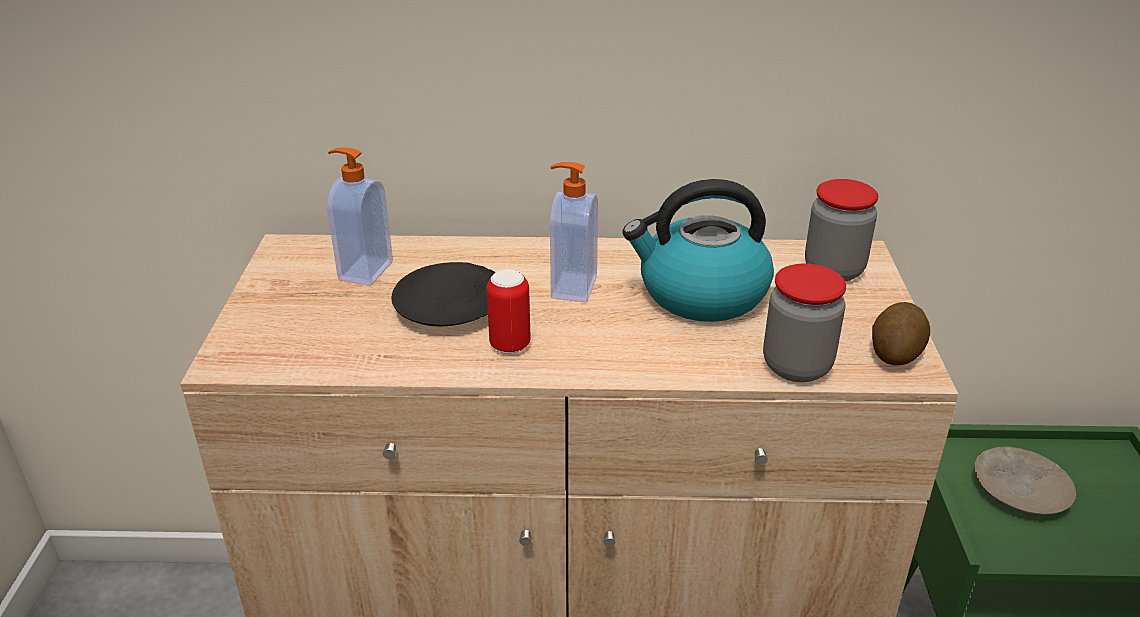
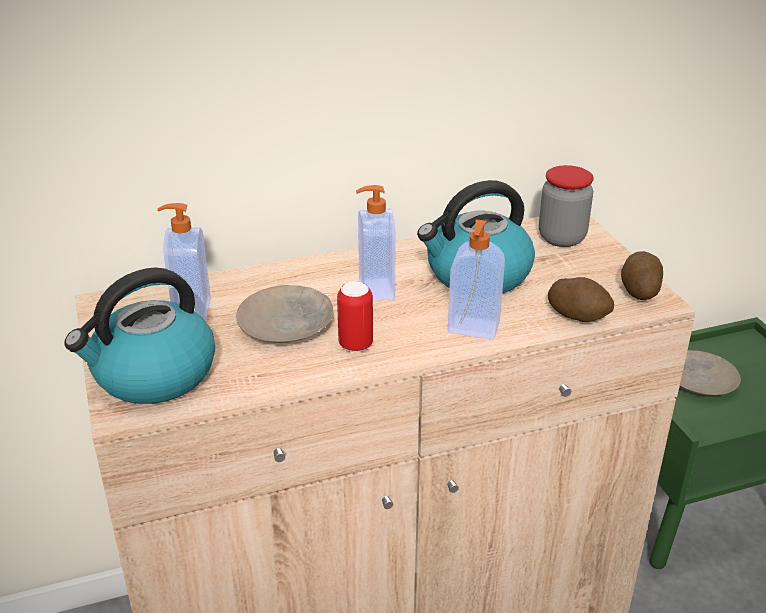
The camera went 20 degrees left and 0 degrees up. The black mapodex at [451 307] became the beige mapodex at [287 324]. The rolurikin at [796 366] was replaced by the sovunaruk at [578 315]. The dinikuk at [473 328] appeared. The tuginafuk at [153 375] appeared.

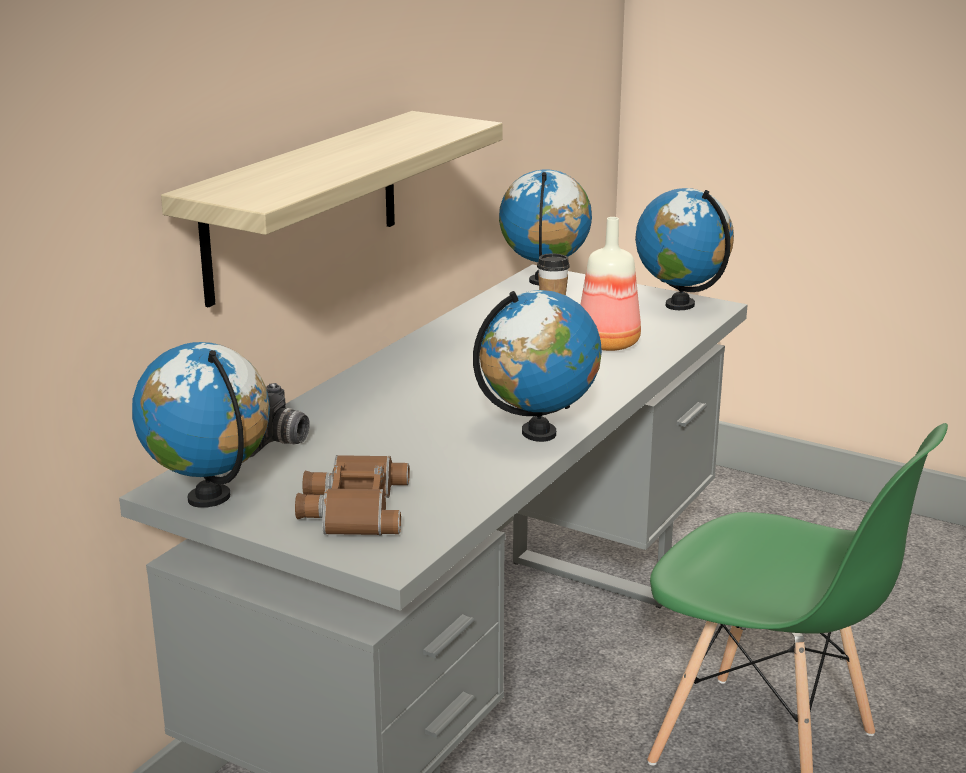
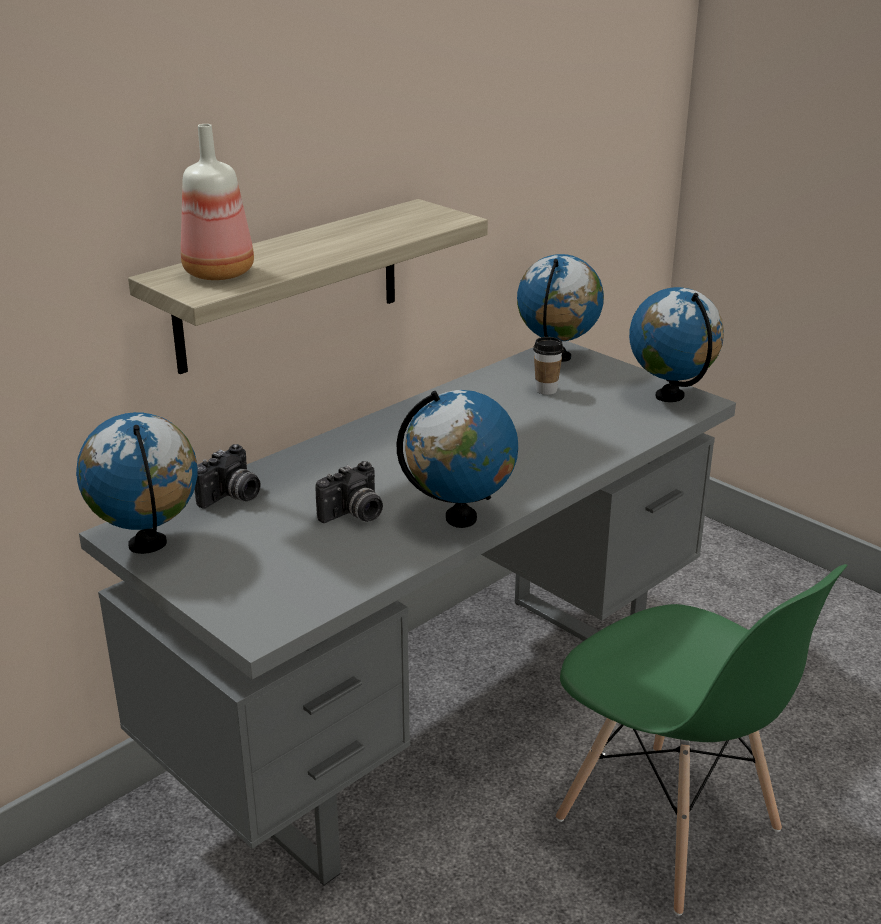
The camera went 15 degrees right and 5 degrees up. The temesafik moved from [607 343] to [219 272]. The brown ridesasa at [352 507] disappeared. The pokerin at [354 515] appeared.

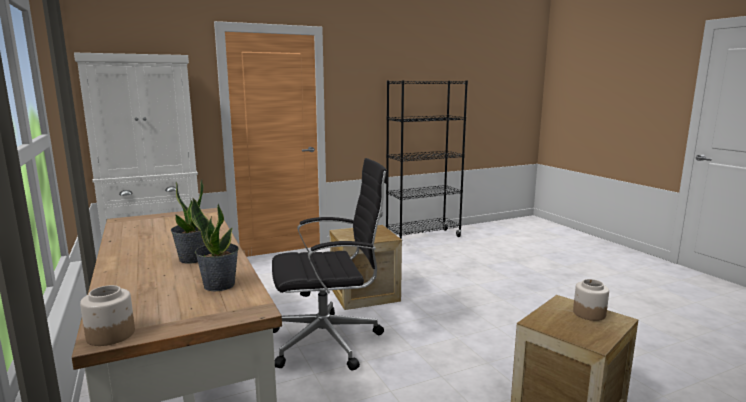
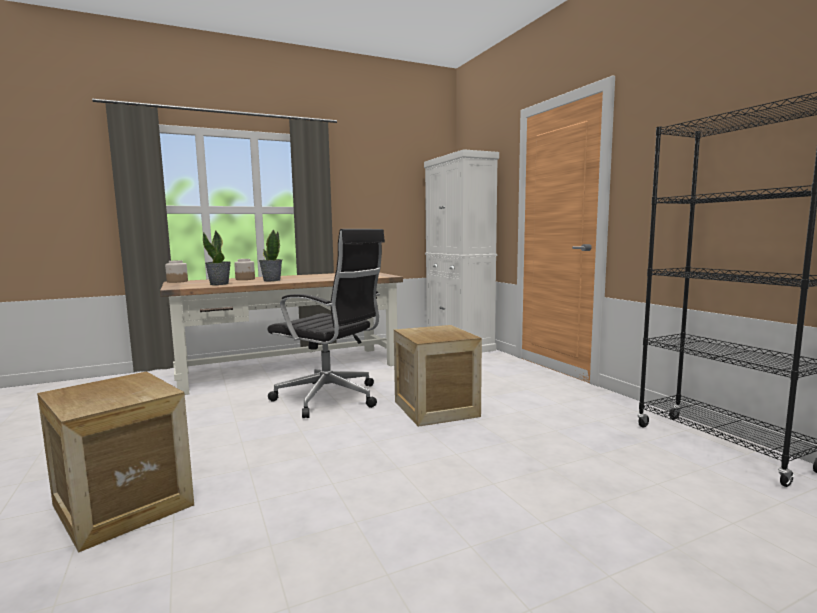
The camera went 90 degrees right and 5 degrees down. The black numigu at [329 341] turned 45 degrees counterclockwise. The rolurikin moved from [589 313] to [245 279].

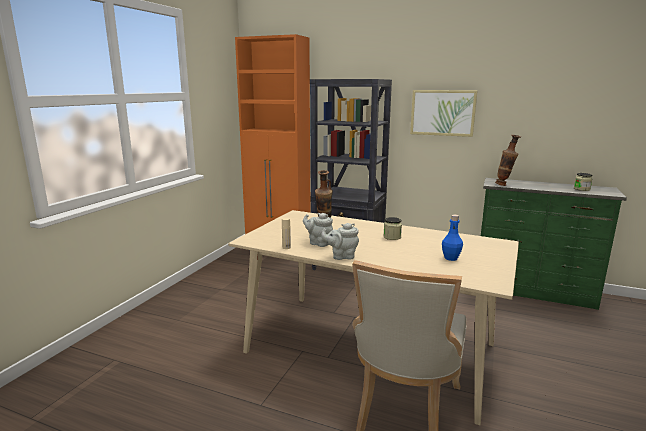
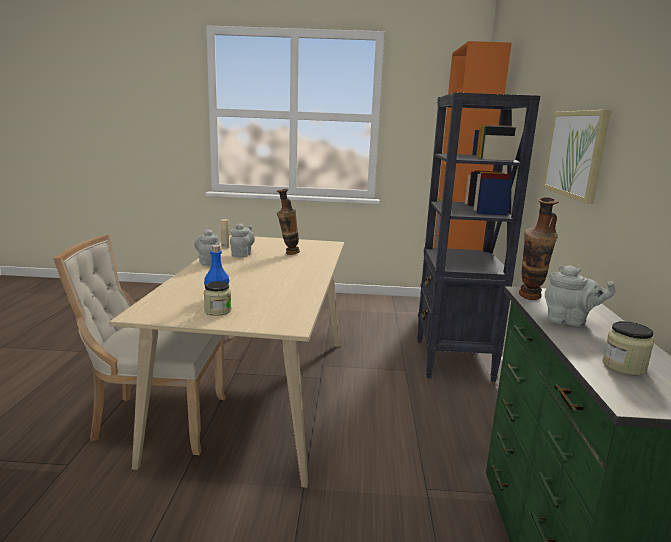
The camera went 70 degrees right and 0 degrees up. The rolurikin moved from [392 237] to [218 311]. The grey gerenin at [570 321] appeared.

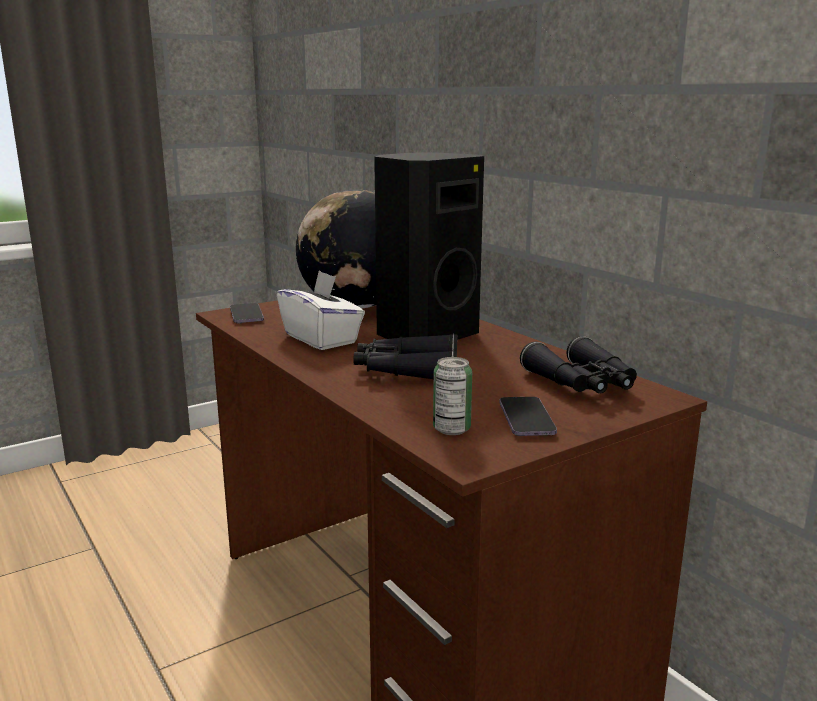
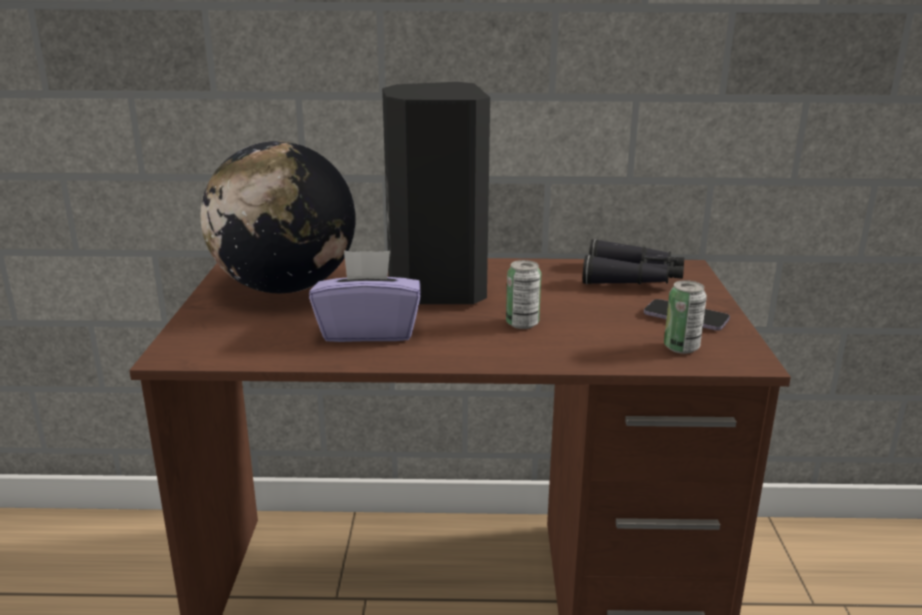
The camera went 55 degrees left and 5 degrees up. The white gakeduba at [321 339] became the purple gakeduba at [369 331]. The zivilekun at [246 315] disappeared. The black ridesasa at [406 371] was replaced by the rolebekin at [522 323].

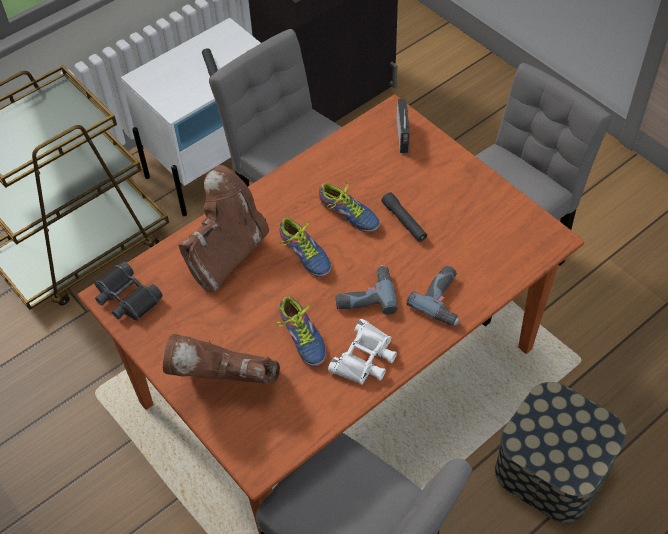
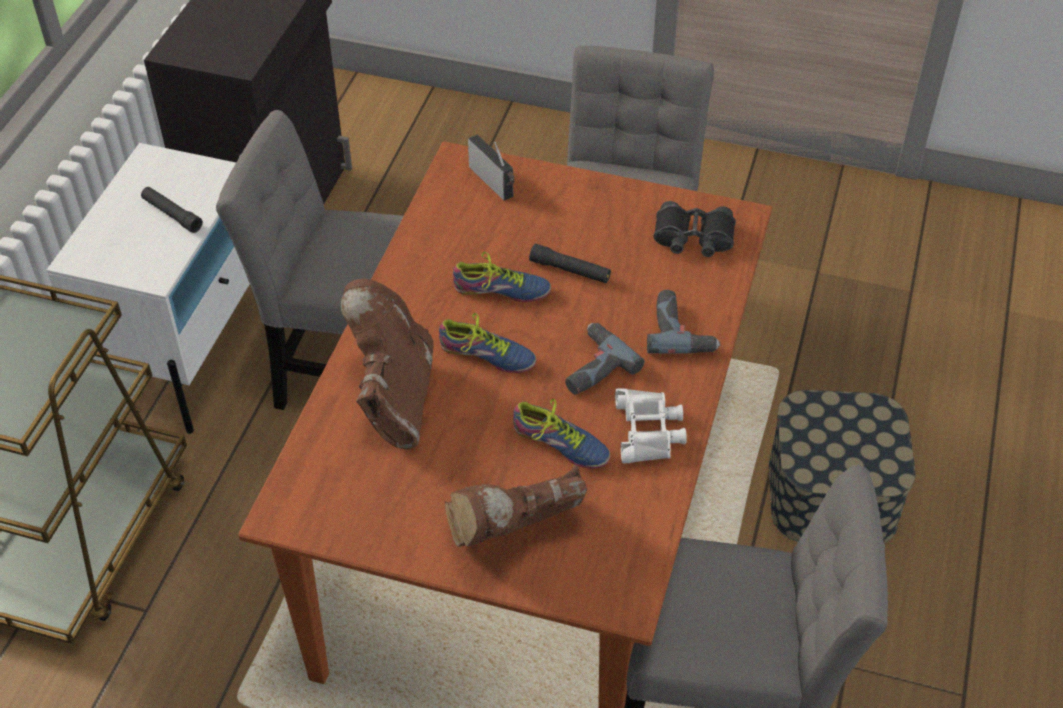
The camera went 35 degrees left and 5 degrees down. The black ridesasa moved from [127 298] to [693 238].

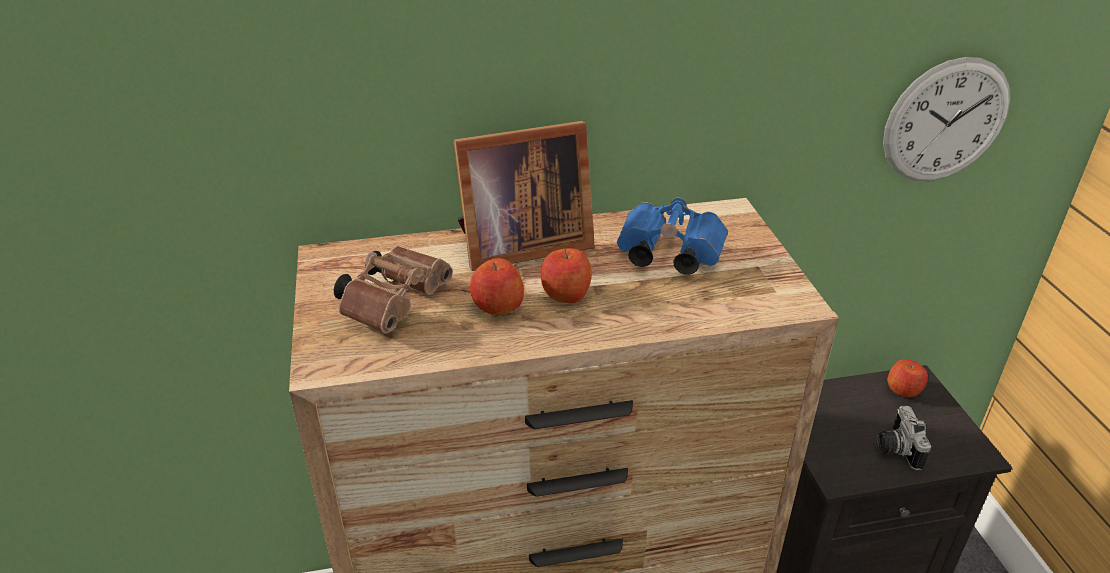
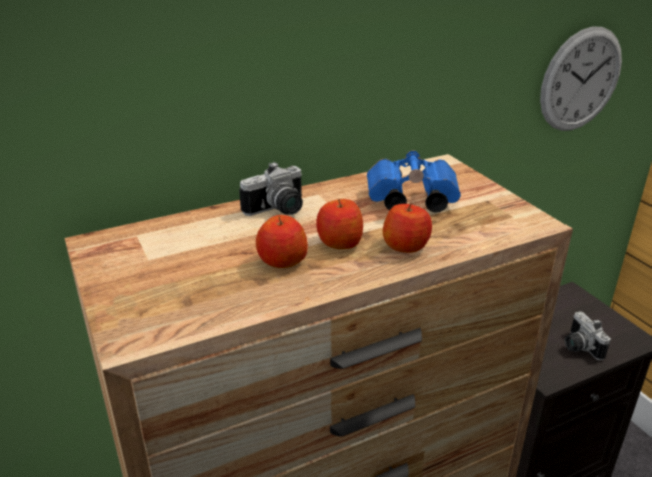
The camera went 15 degrees left and 5 degrees down. The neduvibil at [519 245] was replaced by the pokerin at [278 210]. The brown ridesasa at [396 302] disappeared. The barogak moved from [903 389] to [406 246].

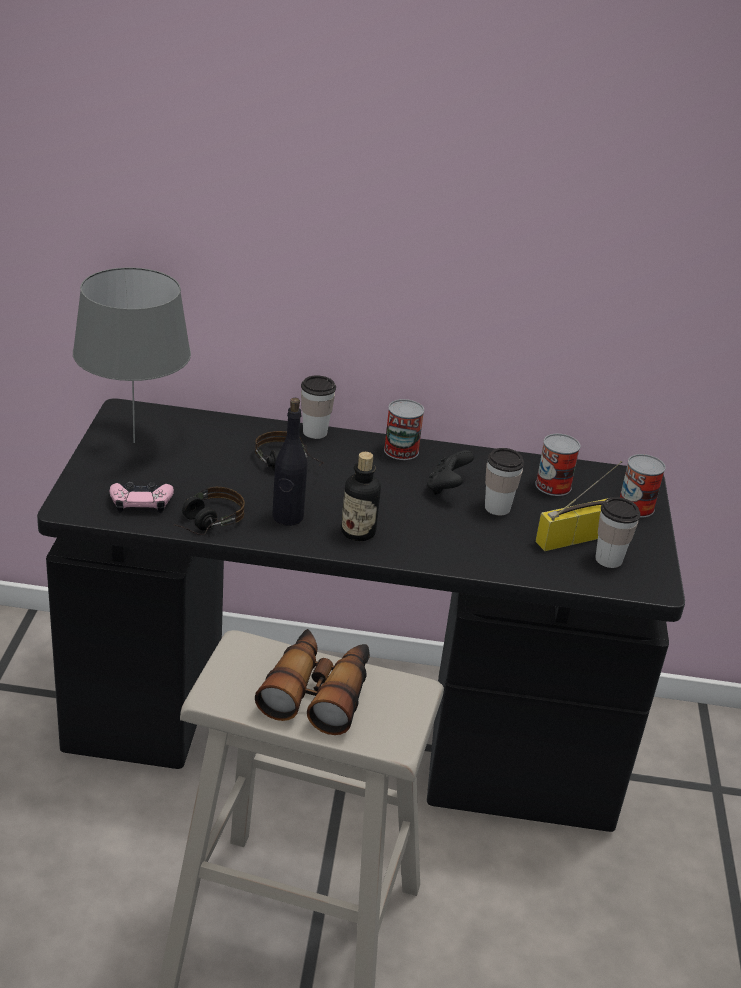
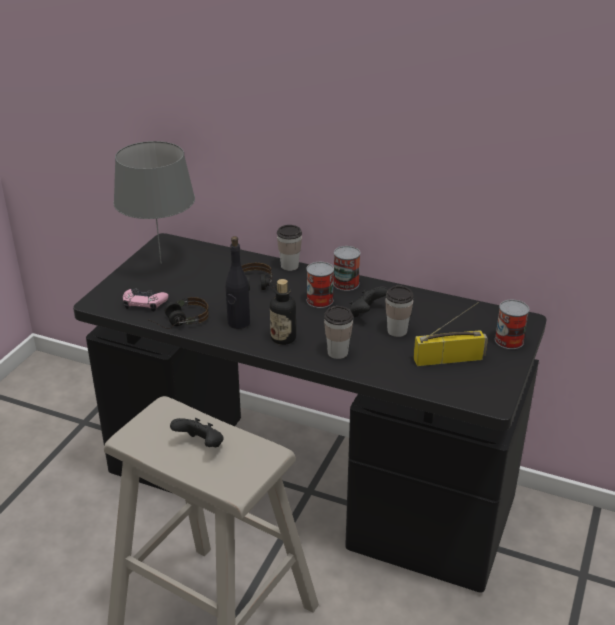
The camera went 20 degrees right and 0 degrees up. The rolebekin moved from [553 486] to [319 300]. The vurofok moved from [608 559] to [337 352]. The ridesasa at [318 691] was replaced by the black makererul at [201 445].

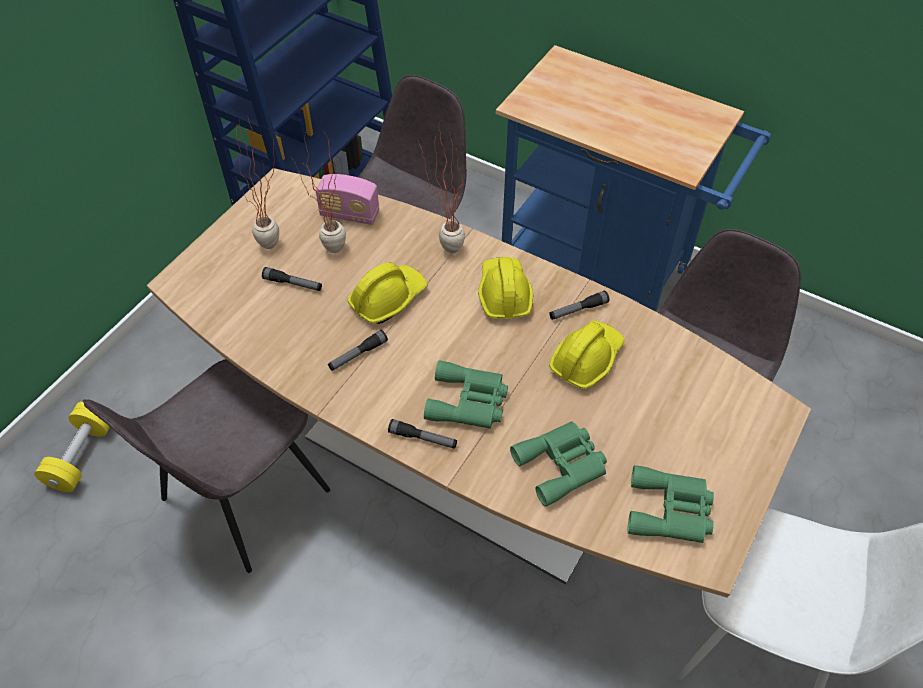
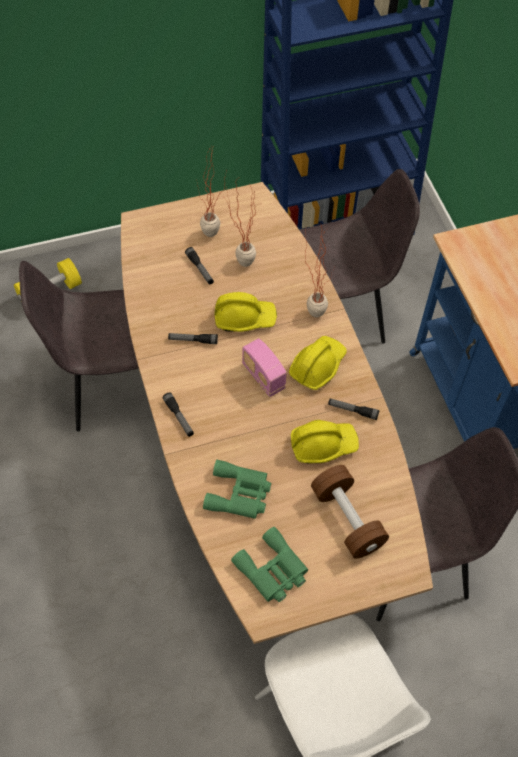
The camera went 40 degrees right and 5 degrees up. The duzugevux moved from [349 214] to [263 376]. The green ridesasa at [469 402] disappeared. The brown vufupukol at [347 519] appeared.

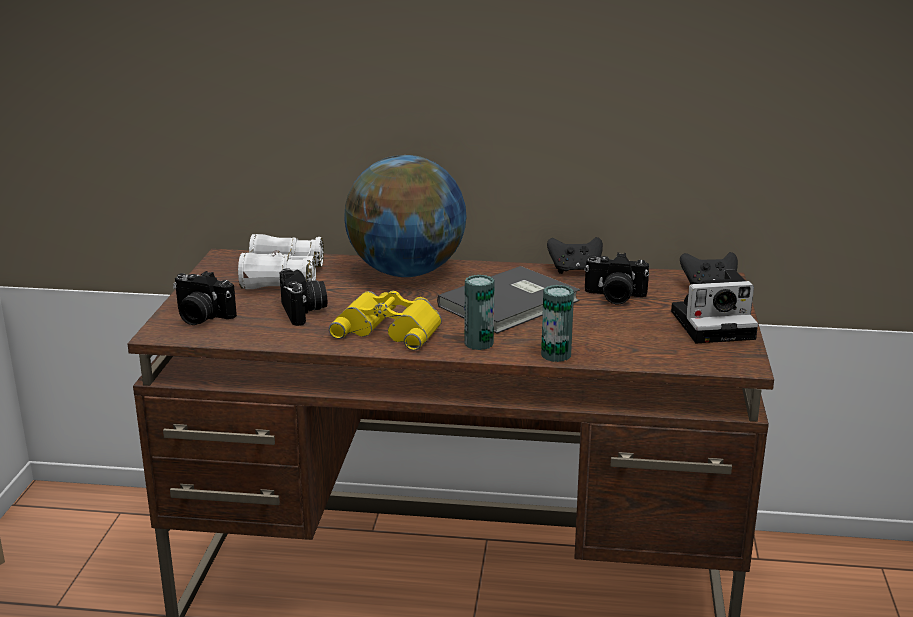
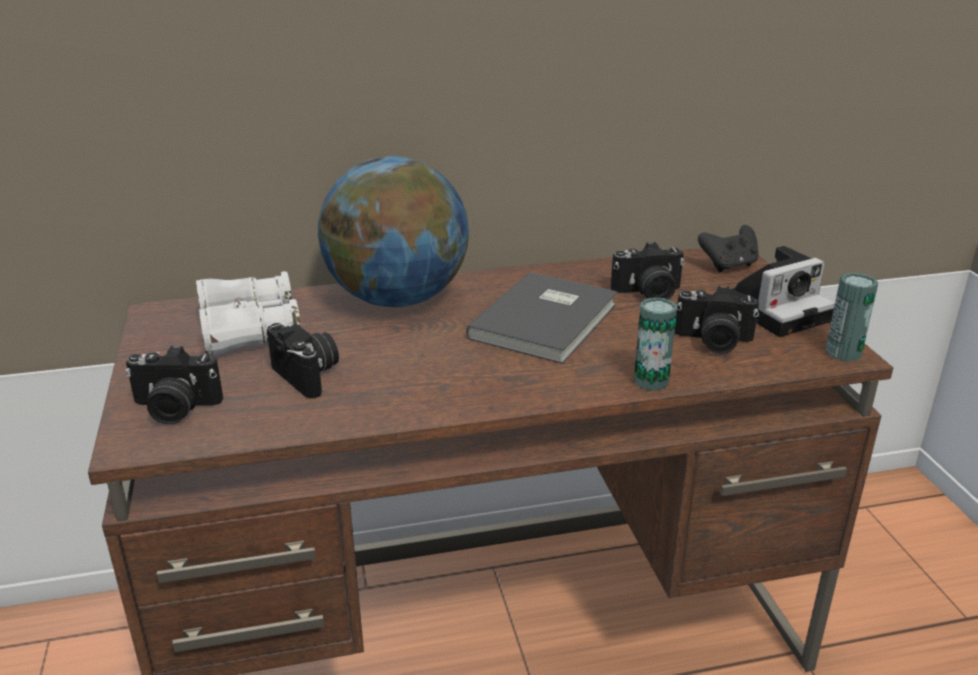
The camera went 20 degrees left and 5 degrees up. The black makererul at [575 270] disappeared. The rolebekin moved from [479 343] to [843 353]. The yellow ridesasa at [390 328] disappeared. The pokerin at [713 342] appeared.

